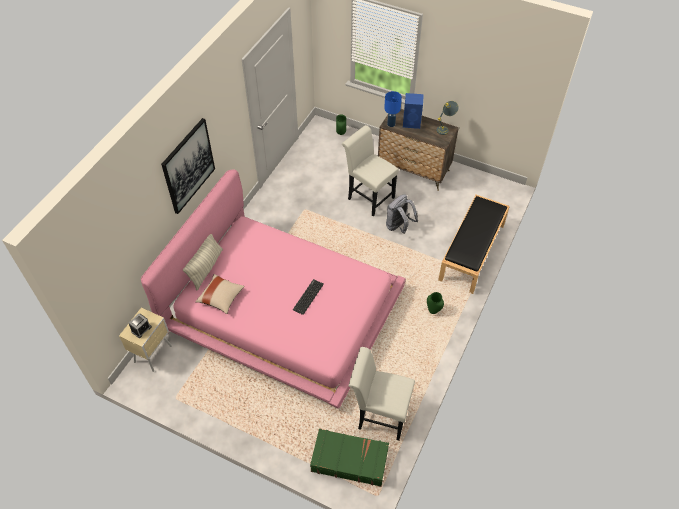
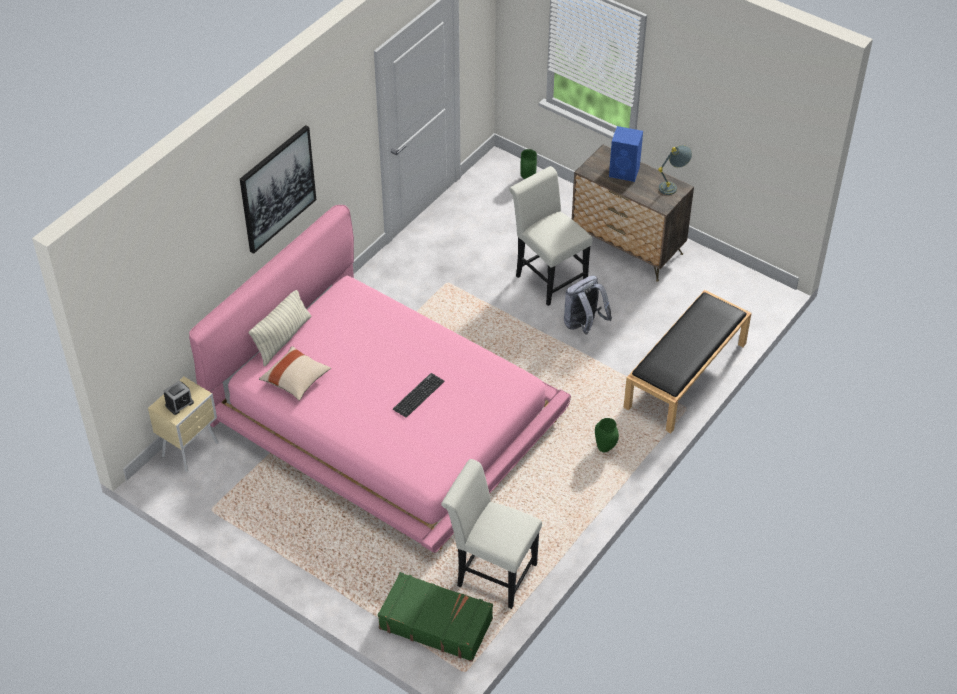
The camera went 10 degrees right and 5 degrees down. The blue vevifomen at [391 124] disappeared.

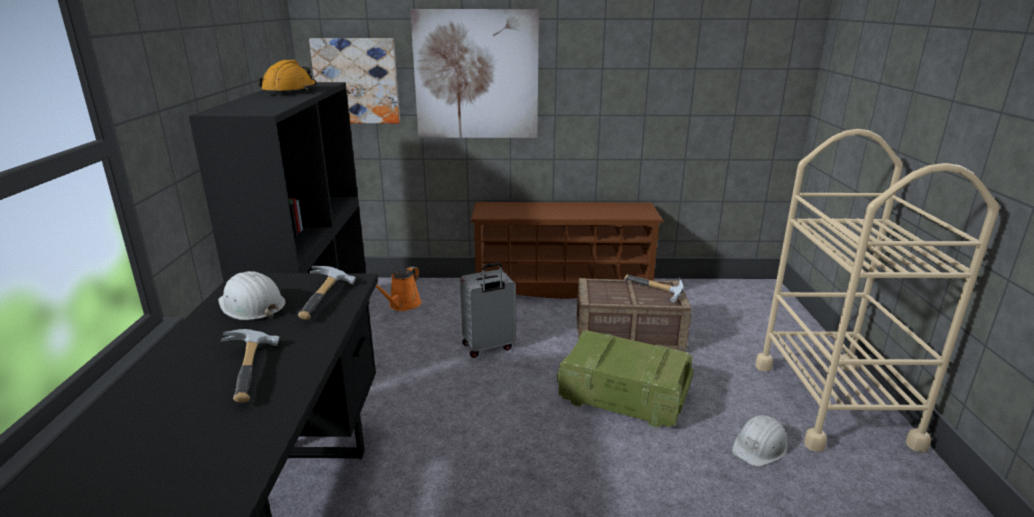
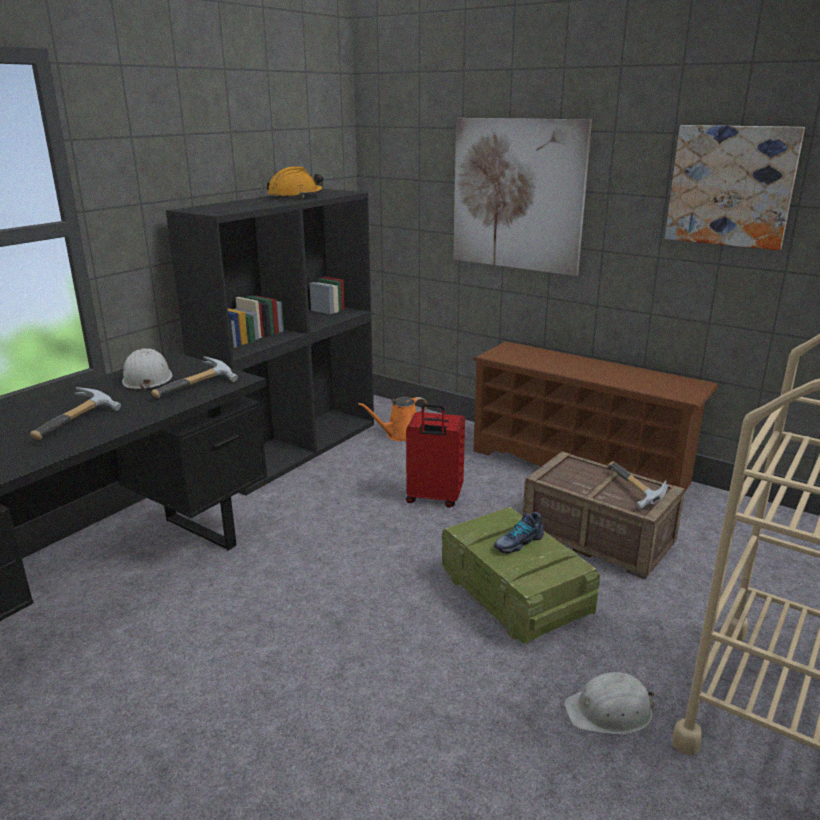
The camera went 35 degrees right and 0 degrees up. The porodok moved from [356 81] to [731 186]. The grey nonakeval at [488 347] became the red nonakeval at [434 498]. The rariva at [518 542] appeared.

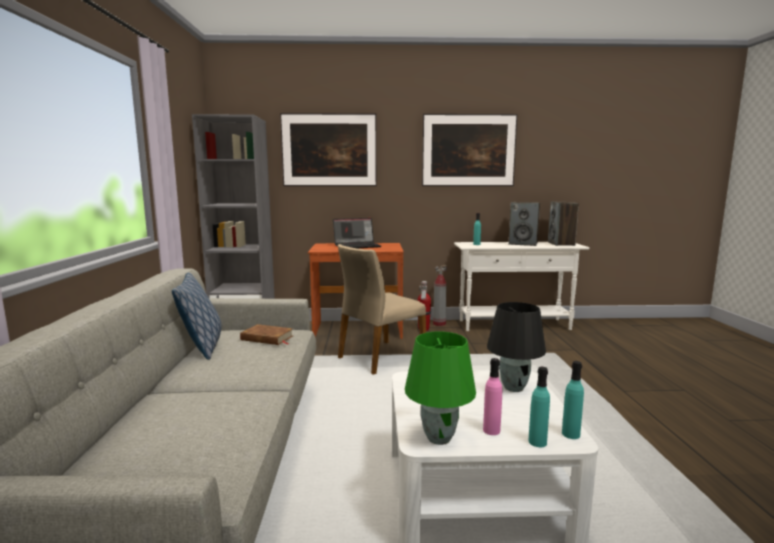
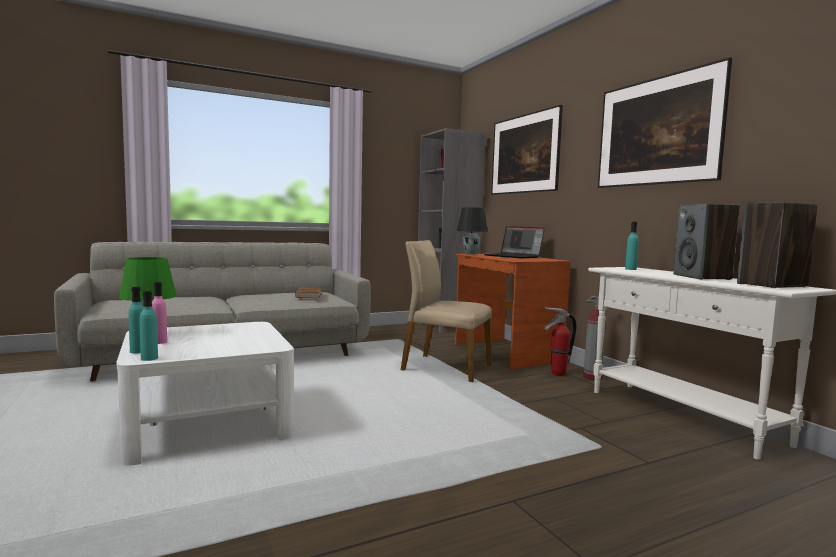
The camera went 65 degrees right and 5 degrees down. The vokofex at [202 347] disappeared. The black vevifomen moved from [513 387] to [471 254].

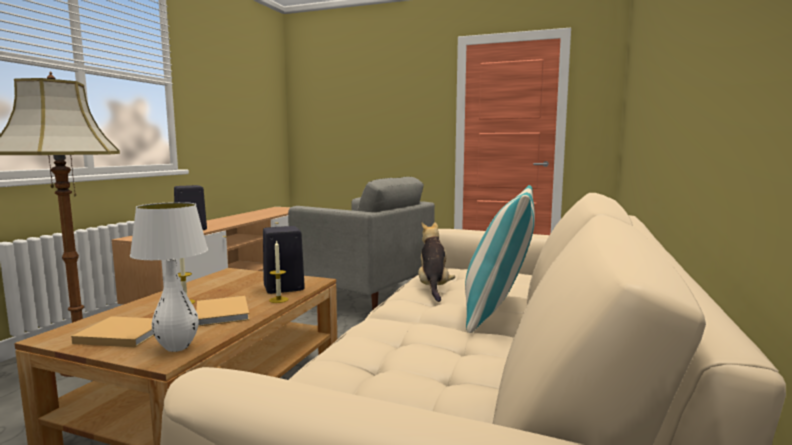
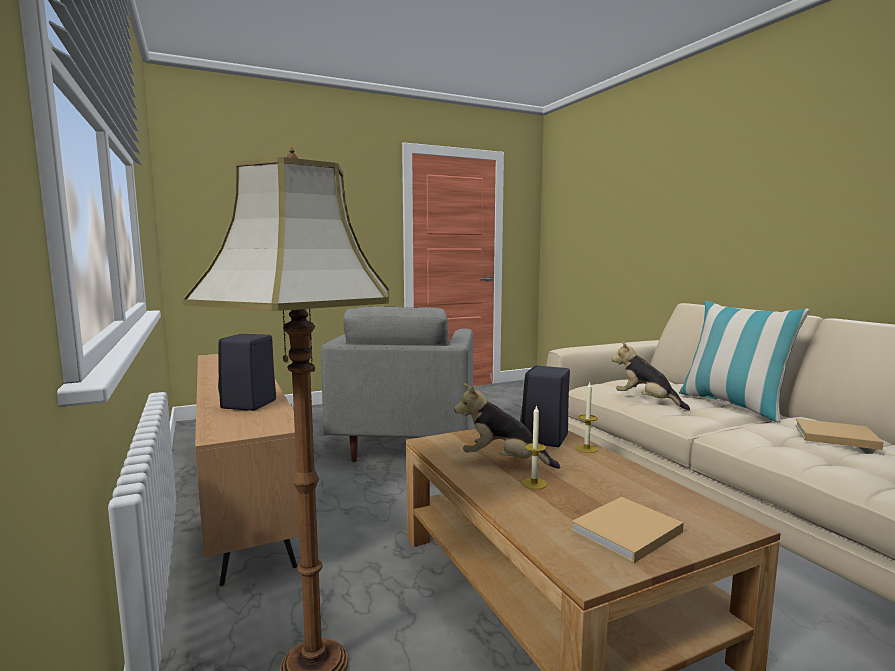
The camera went 45 degrees left and 0 degrees up. The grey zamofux at [364 296] turned 105 degrees clockwise. The white vevifomen at [177 348] disappeared. The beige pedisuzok moved from [222 312] to [833 436]. The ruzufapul at [503 462] appeared.

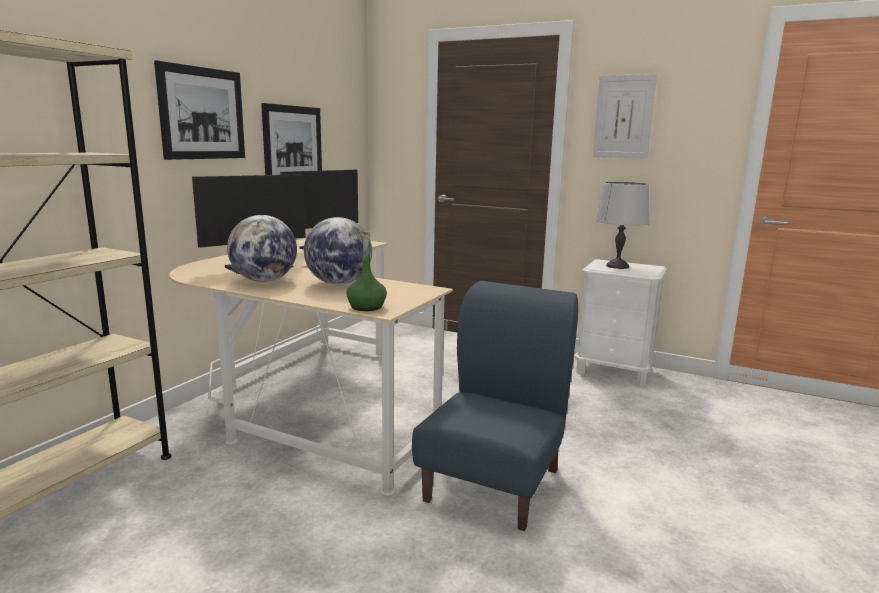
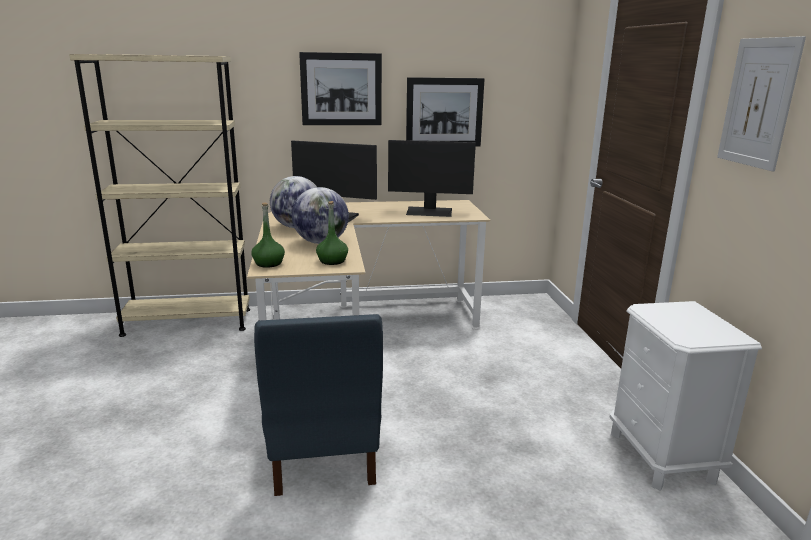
The camera went 55 degrees right and 5 degrees up. The grey vevifomen at [617 266] disappeared. The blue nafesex at [494 484] turned 90 degrees clockwise. The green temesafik at [332 261] appeared.

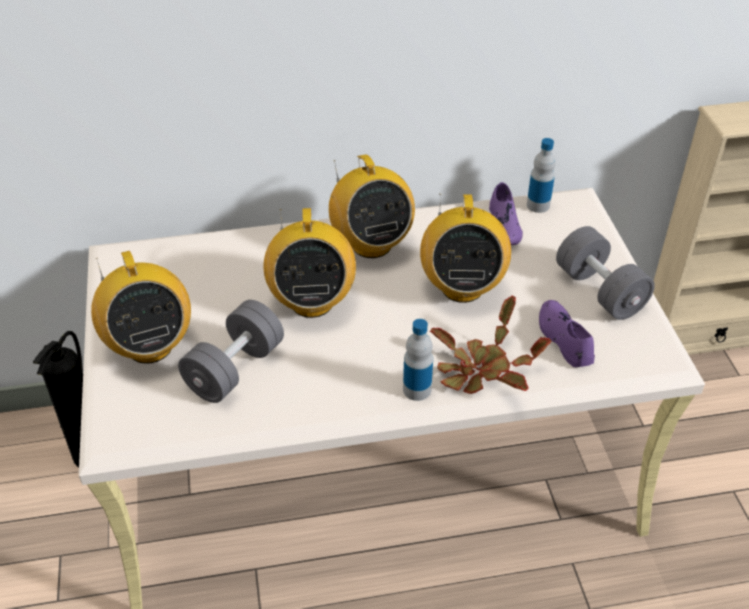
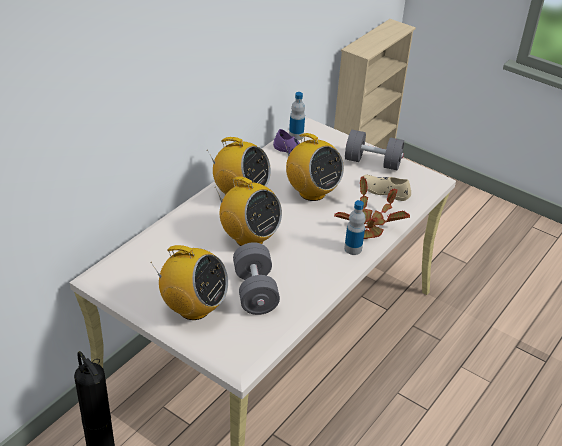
The camera went 45 degrees left and 5 degrees down. The purple rariva at [564 339] became the beige rariva at [384 191].

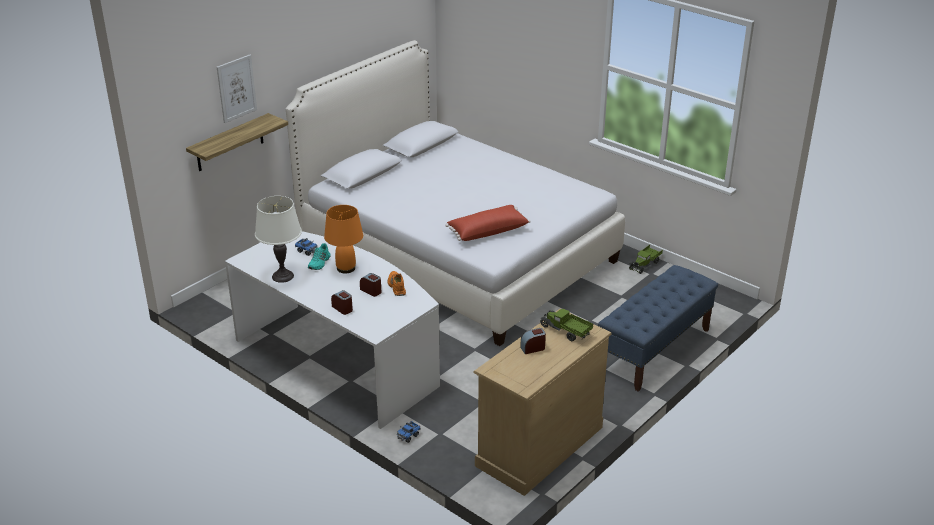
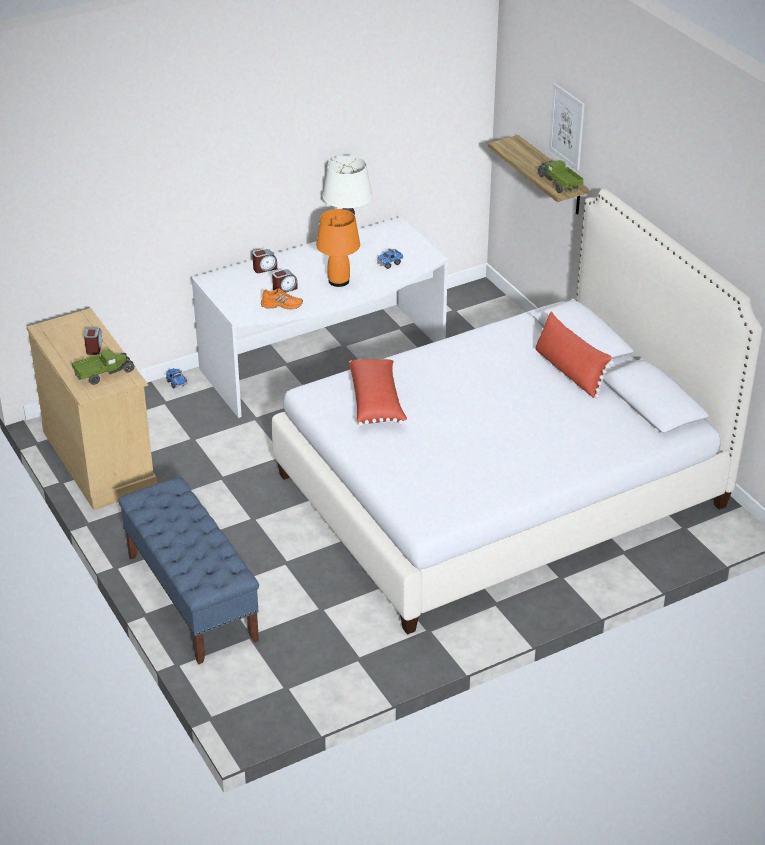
The camera went 110 degrees right and 5 degrees up. The turquoise rariva at [319 263] disappeared. The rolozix moved from [645 264] to [558 184]. The red vokofex at [569 372] appeared.

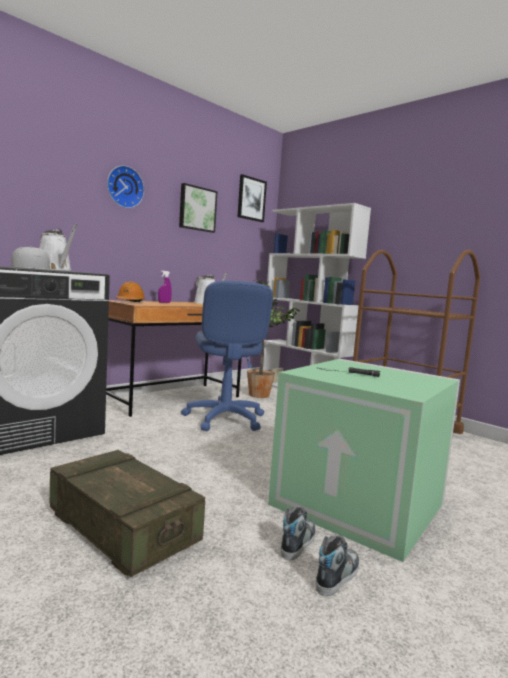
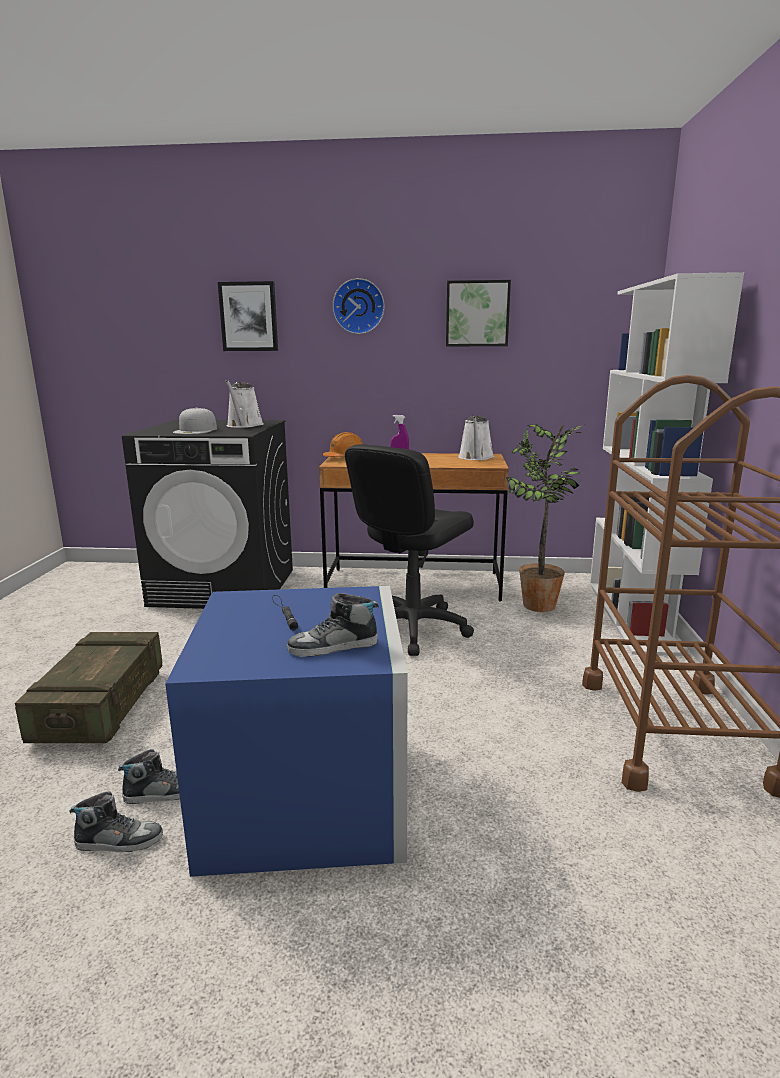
The camera went 50 degrees right and 10 degrees up. The porodok moved from [251 199] to [249 317]. The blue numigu at [224 419] became the black numigu at [411 628]. The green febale at [361 503] became the blue febale at [308 797]. The rariva at [333 647] appeared.

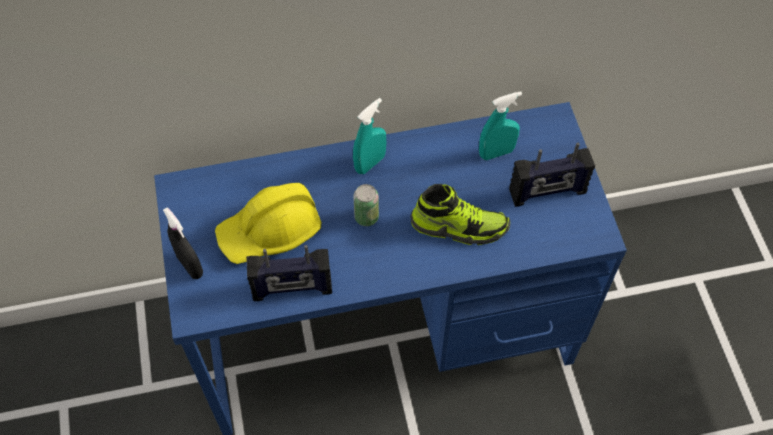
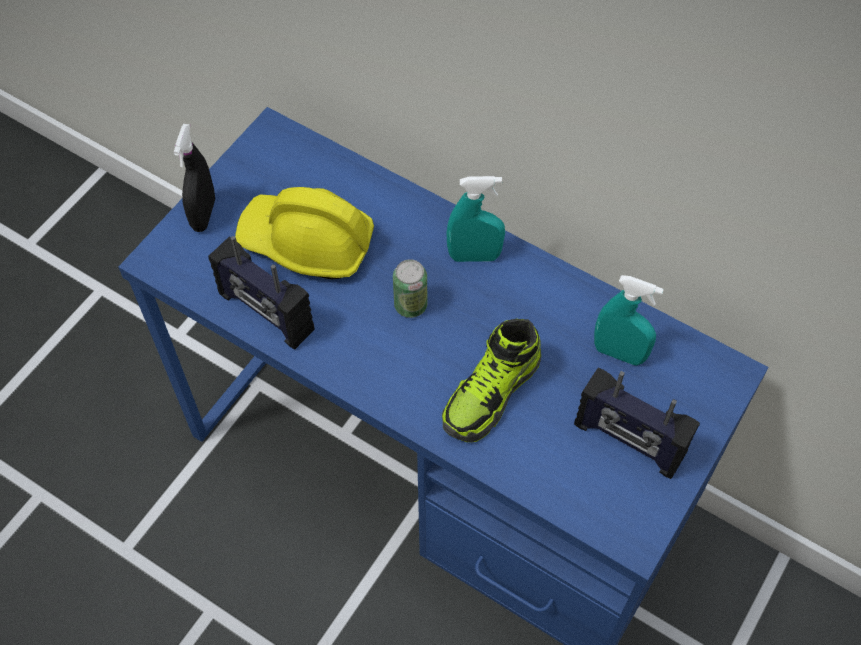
The camera went 45 degrees right and 0 degrees up. The rariva at [459 226] turned 75 degrees clockwise.

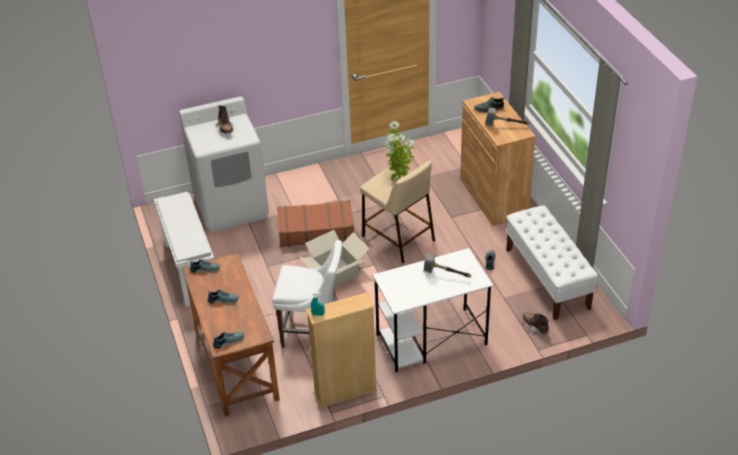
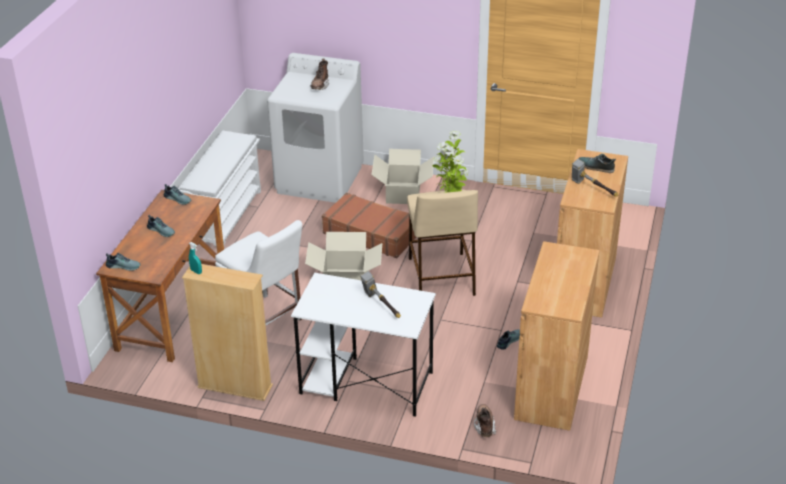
The camera went 35 degrees right and 5 degrees down. The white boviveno at [547 279] was replaced by the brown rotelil at [551 387]. The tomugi at [403 193] appeared.

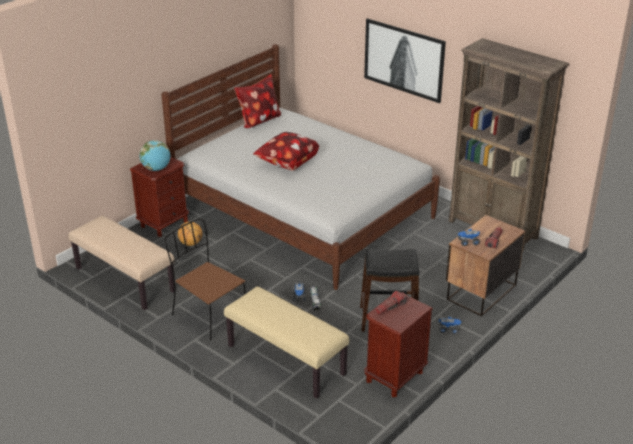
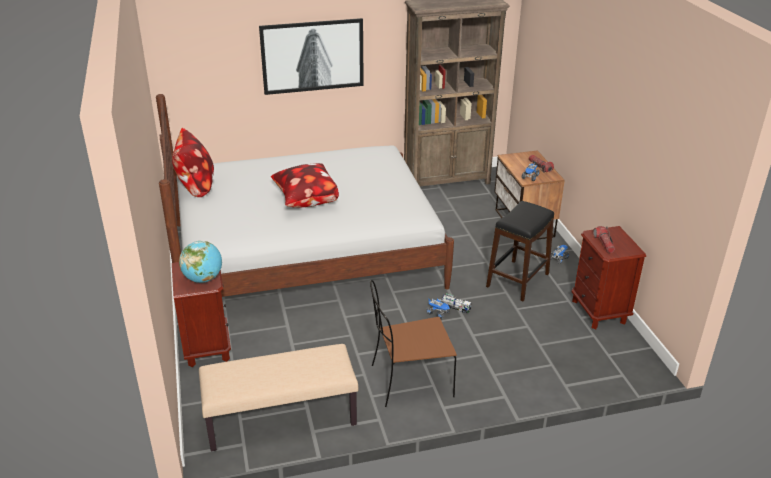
The camera went 55 degrees left and 0 degrees up. The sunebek at [190 243] disappeared. The beige boviveno at [285 360] disappeared.

